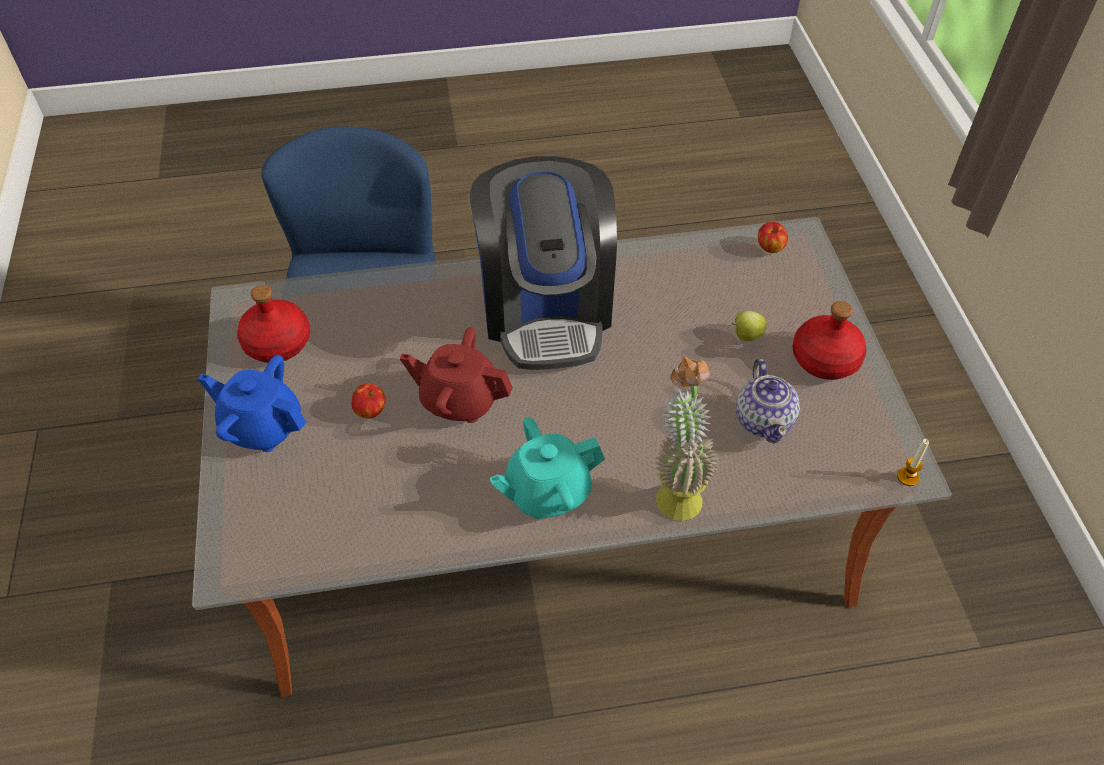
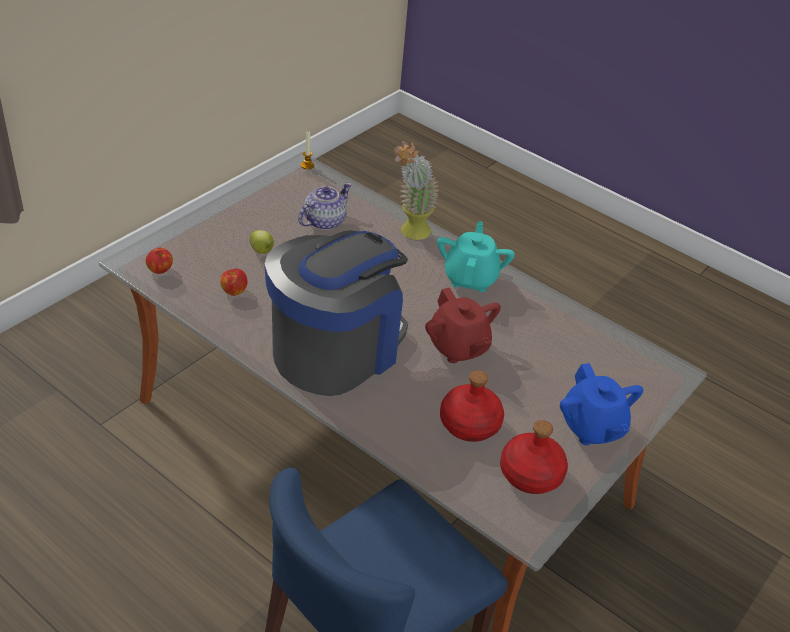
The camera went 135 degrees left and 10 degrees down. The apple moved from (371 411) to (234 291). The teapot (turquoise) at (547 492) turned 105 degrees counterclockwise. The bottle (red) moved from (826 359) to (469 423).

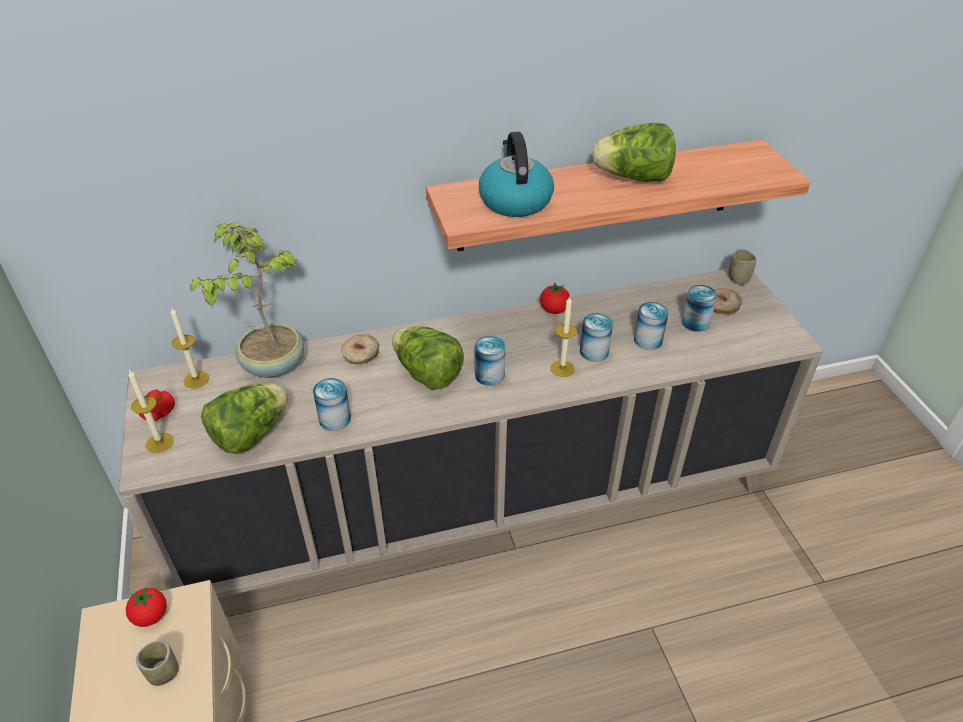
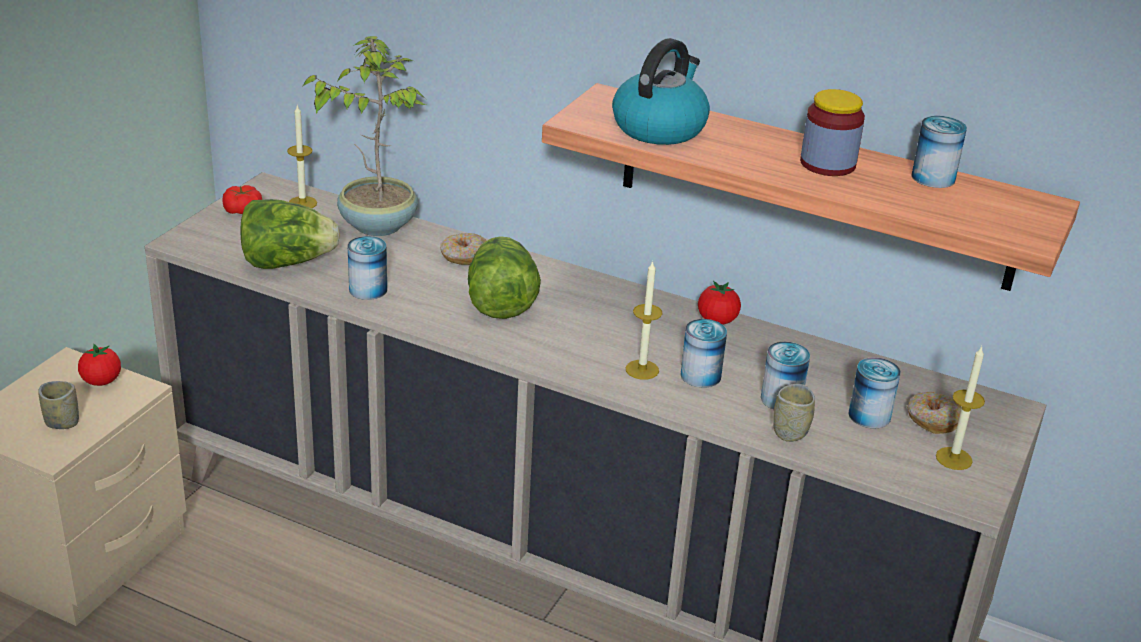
The camera went 40 degrees right and 10 degrees down. The cup moved from (738 279) to (790 432). The lettuce at (633 178) was replaced by the jar at (827 164). The can moved from (489 375) to (933 177). The candle moved from (159 442) to (954 458).

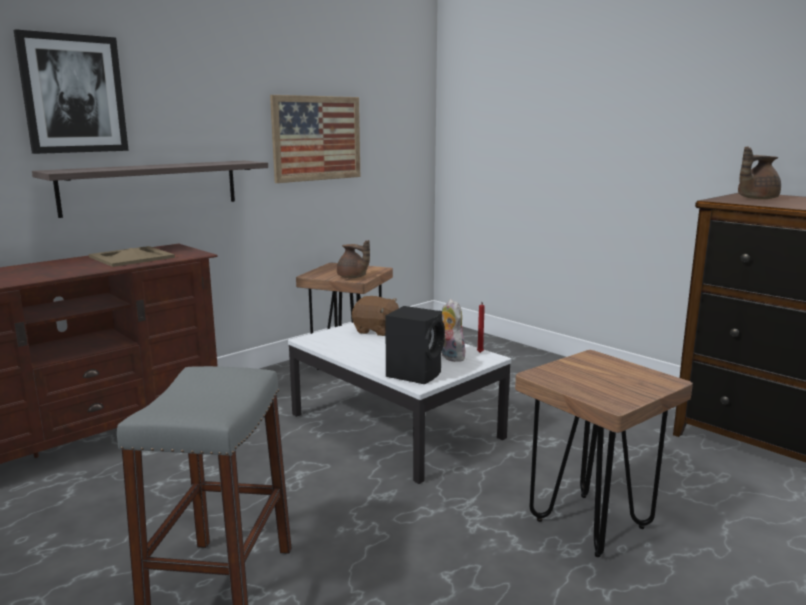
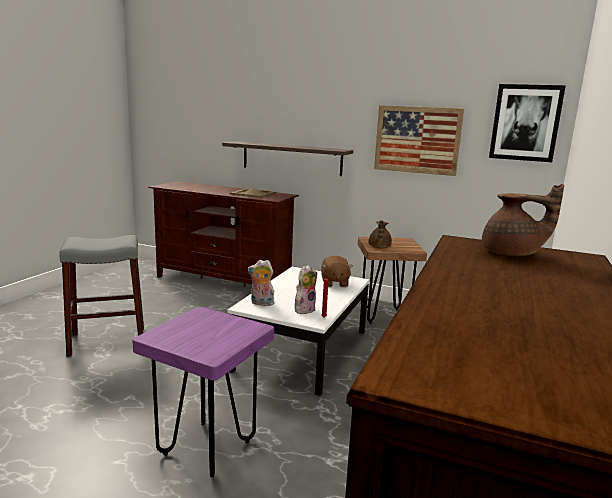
The camera went 65 degrees right and 0 degrees up. The stool (brown) at (590 523) became the stool (purple) at (207 448). The speaker (black) at (415 374) was replaced by the plush toy at (261 303). The teapot (brown) at (755 198) turned 150 degrees clockwise. The picture moved from (73 94) to (525 123).

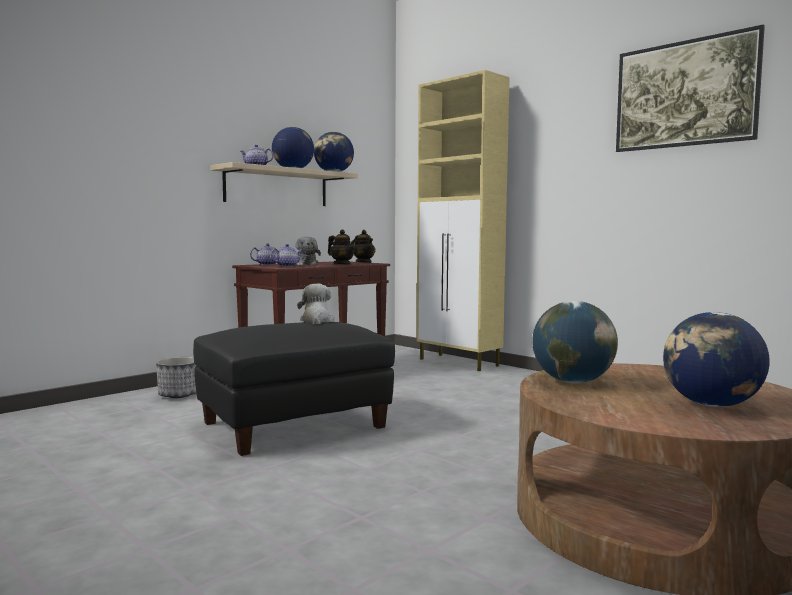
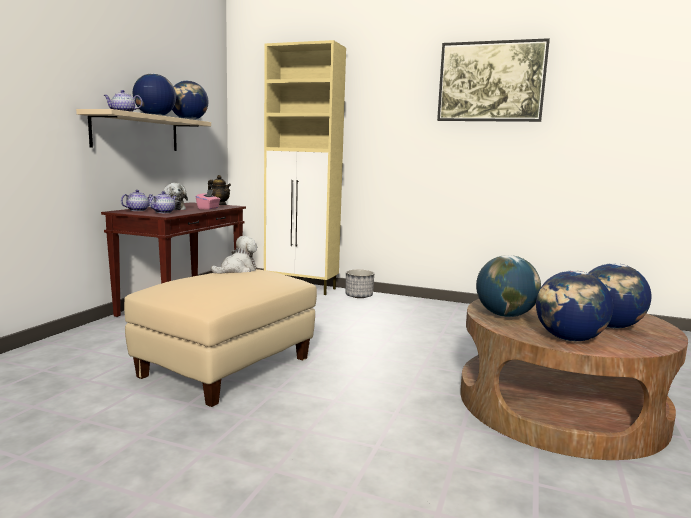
The camera went 25 degrees left and 5 degrees up. The ottoman (black) at (294 425) became the ottoman (beige) at (227 367). The teapot at (342 264) was replaced by the tissue box (pink) at (208 208). The plush toy at (316 321) turned 75 degrees clockwise. The planter moved from (179 395) to (359 296). The globe at (569 339) appeared.

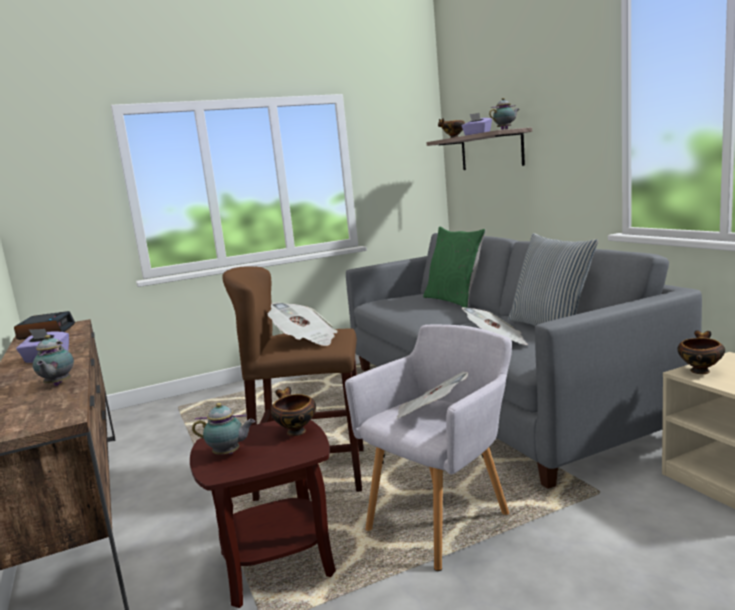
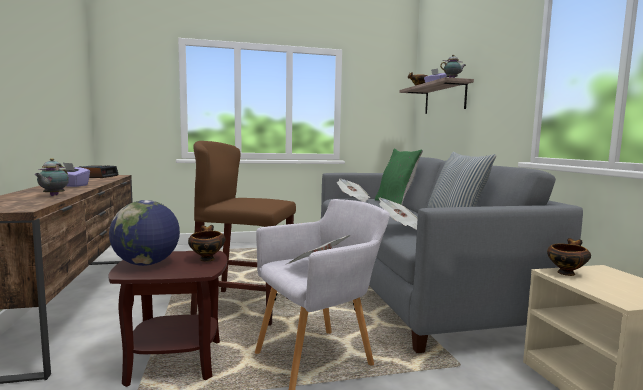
The camera went 10 degrees right and 5 degrees down. The teapot at (228 454) was replaced by the globe at (146 264). The newspaper moved from (305 341) to (353 199).

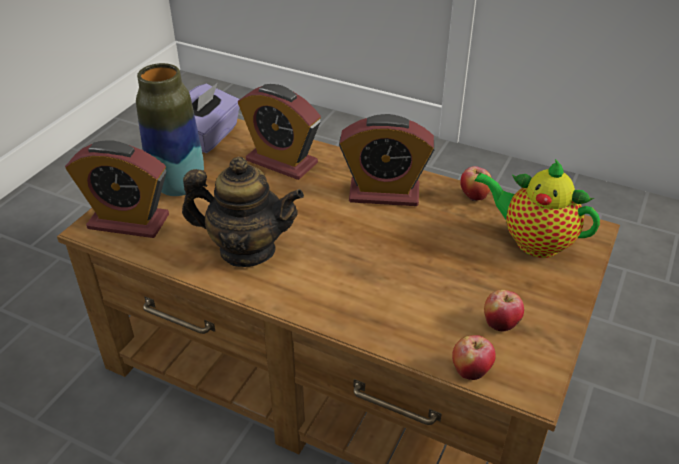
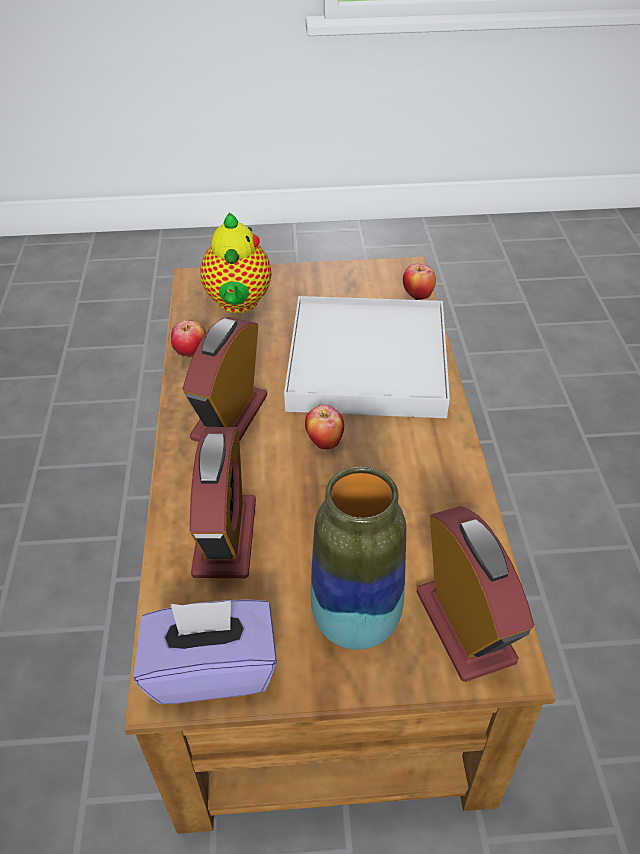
The camera went 120 degrees left and 5 degrees up. The alarm clock at (384 193) turned 135 degrees counterclockwise. The tray (white) at (367 363) appeared. The apple moved from (500 324) to (324 442). The teapot at (247 250) disappeared.

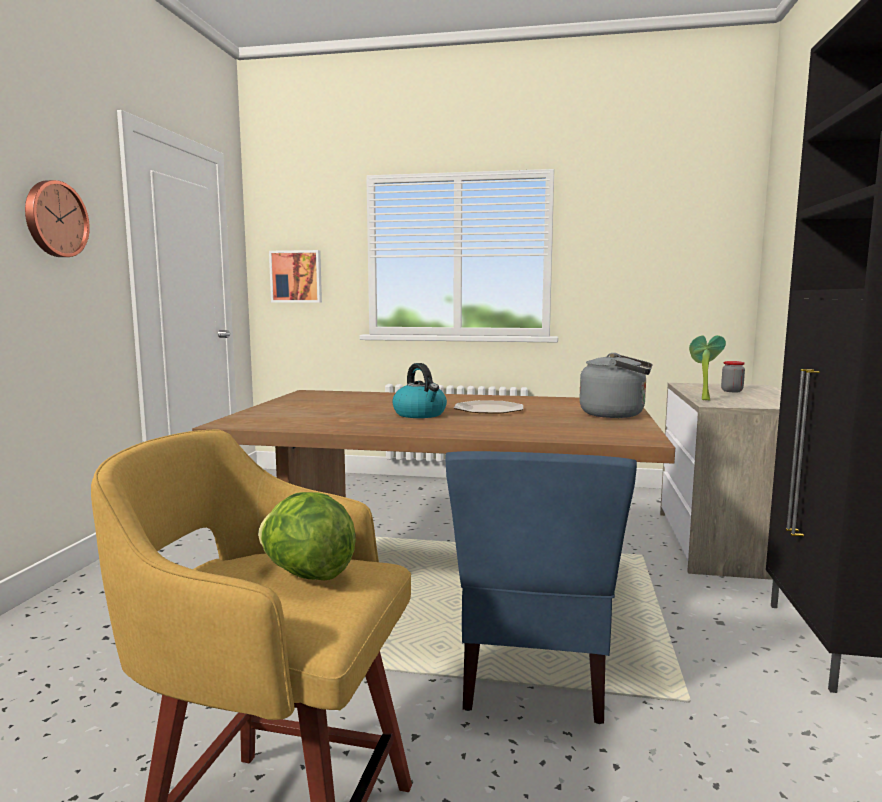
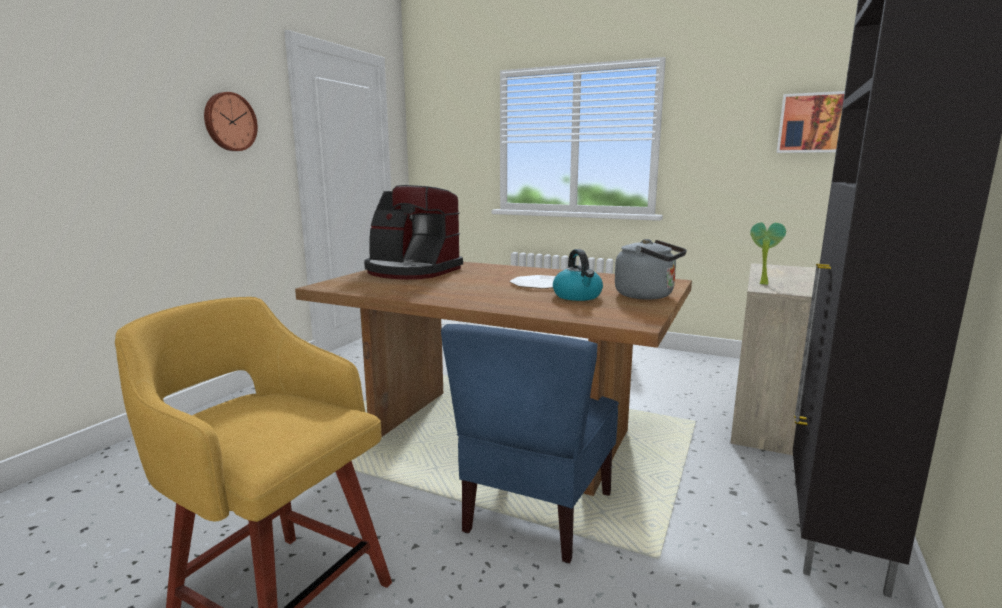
The camera went 15 degrees right and 5 degrees up. The coffee machine at (411 271) appeared. The kettle moved from (420 414) to (578 296). The picture moved from (296 276) to (811 123). The lettuce at (306 574) disappeared. The jar at (731 391) disappeared.

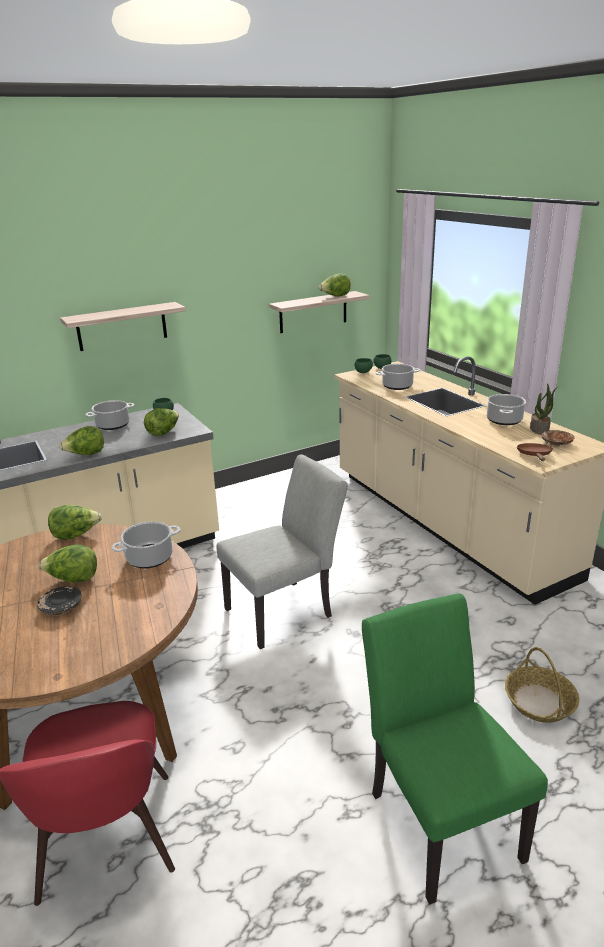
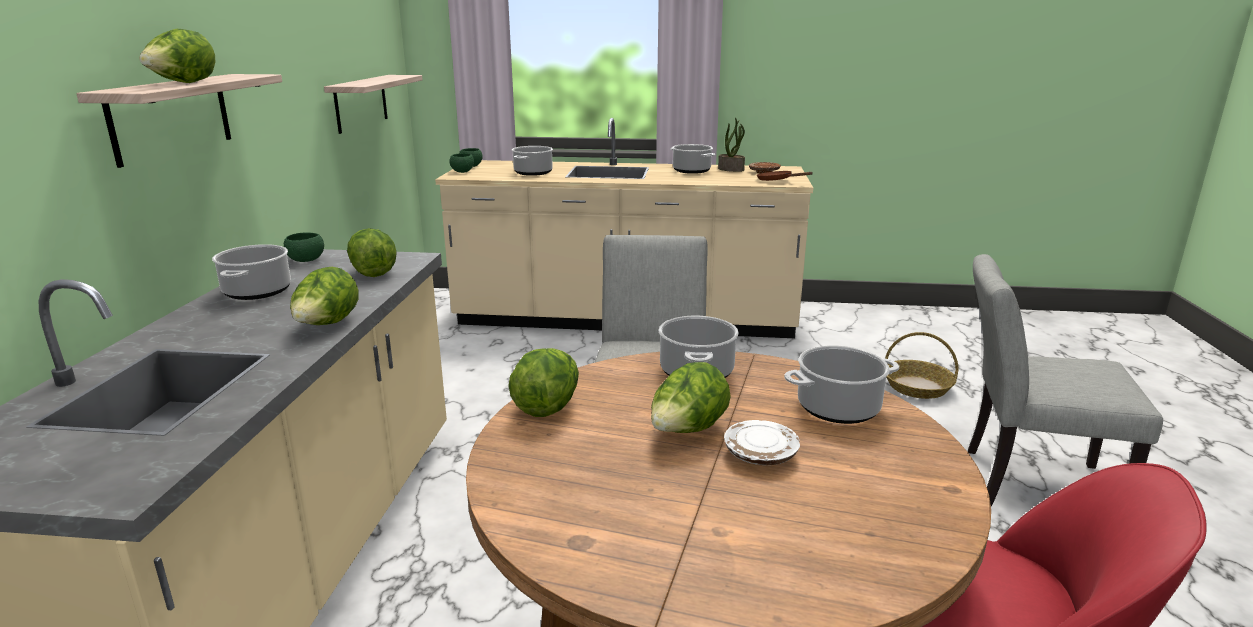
The camera went 55 degrees left and 5 degrees down. The lettuce moved from (335 296) to (183 83). The plate (black) at (61 607) became the plate (white) at (761 454). The cooking pot at (837 408) appeared. The chair (green) at (438 815) became the chair (grey) at (1026 483).

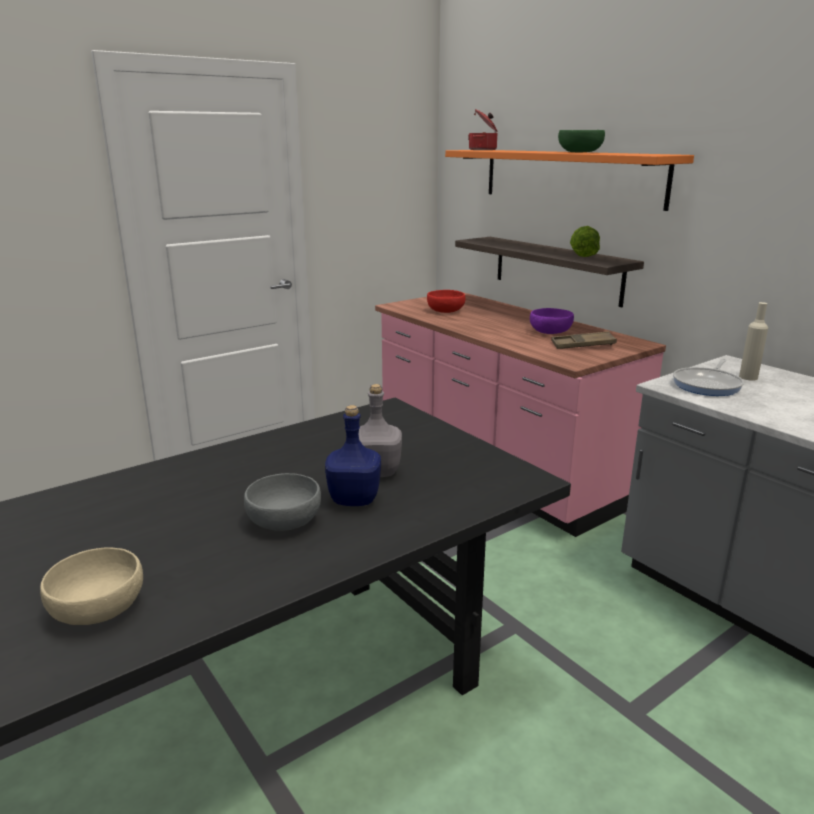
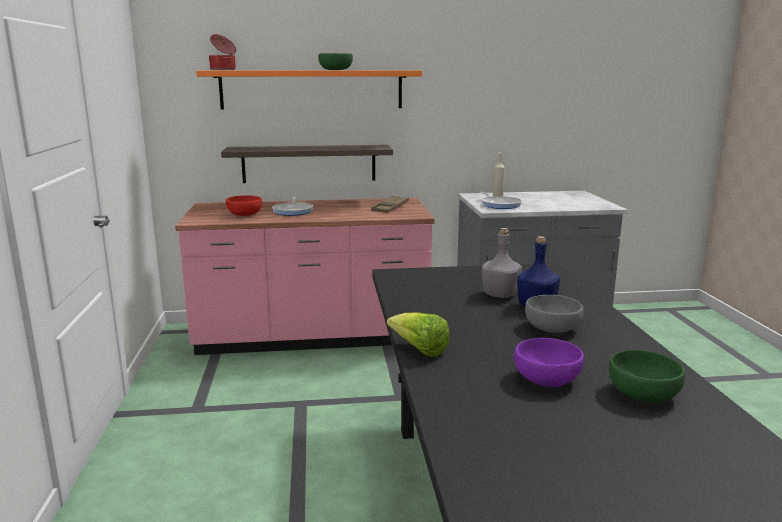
The camera went 60 degrees left and 5 degrees down. The frying pan at (293 211) appeared. The lettuce moved from (583 255) to (419 350). The bowl (purple) moved from (551 332) to (547 378). The bowl (beige) at (97 607) became the bowl (green) at (642 393).

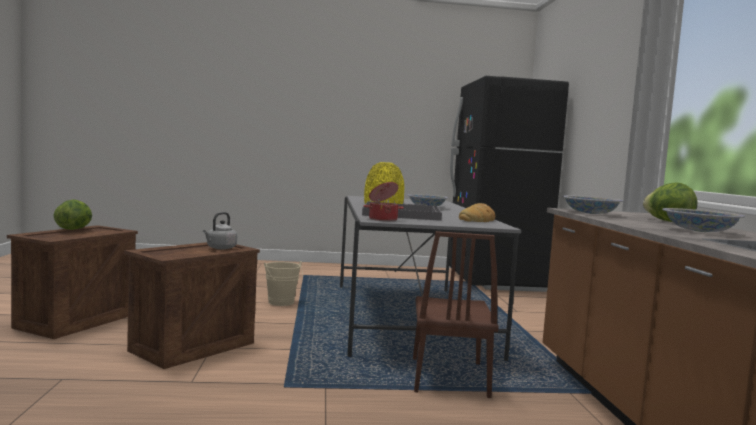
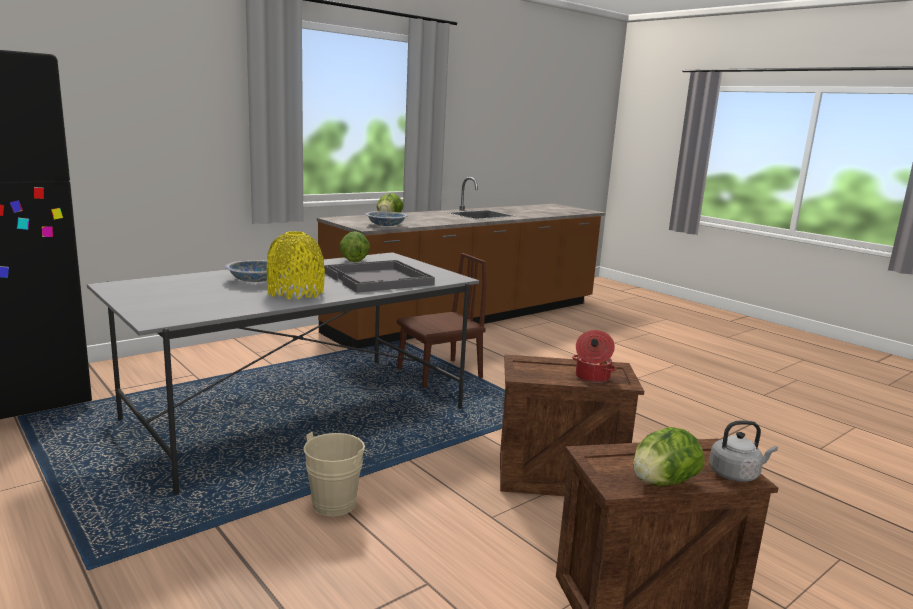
The camera went 125 degrees left and 10 degrees up. The bread at (477 220) was replaced by the lettuce at (354 261). The cooking pot moved from (382 219) to (591 377). The kettle (grey) moved from (220 248) to (736 474). The bowl at (699 231) disappeared.

